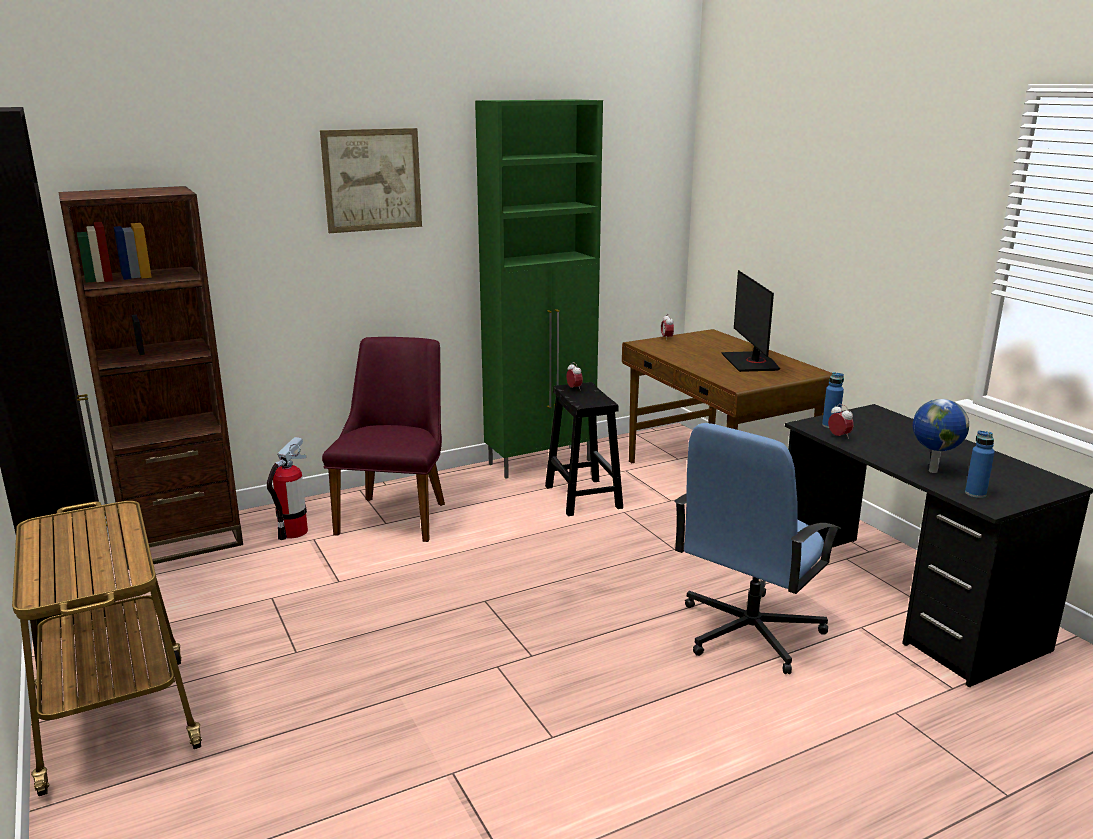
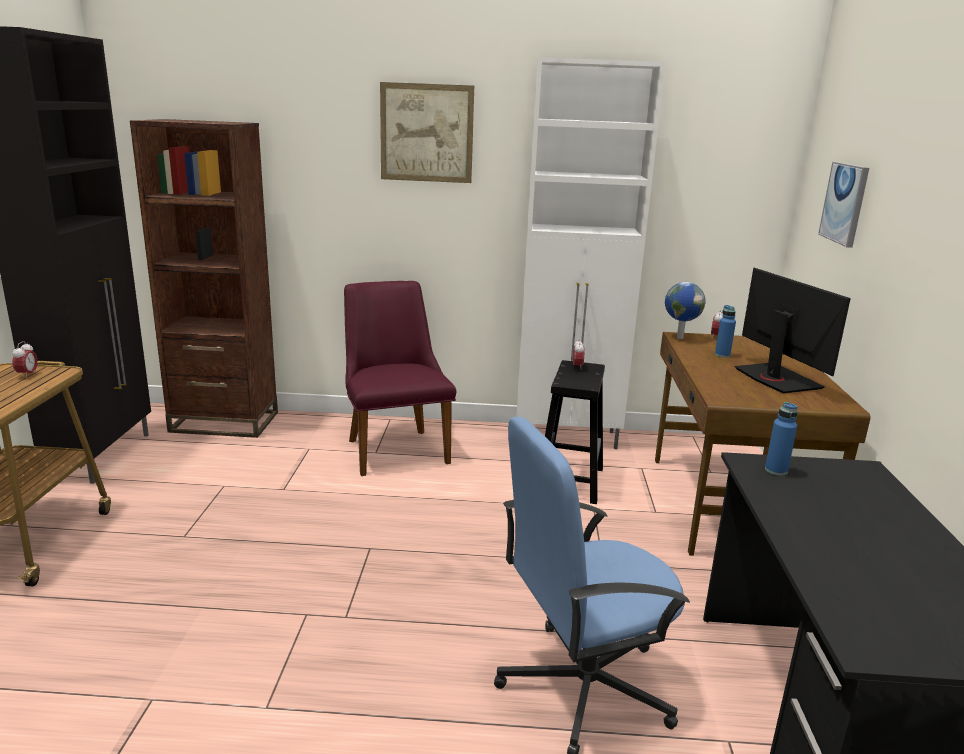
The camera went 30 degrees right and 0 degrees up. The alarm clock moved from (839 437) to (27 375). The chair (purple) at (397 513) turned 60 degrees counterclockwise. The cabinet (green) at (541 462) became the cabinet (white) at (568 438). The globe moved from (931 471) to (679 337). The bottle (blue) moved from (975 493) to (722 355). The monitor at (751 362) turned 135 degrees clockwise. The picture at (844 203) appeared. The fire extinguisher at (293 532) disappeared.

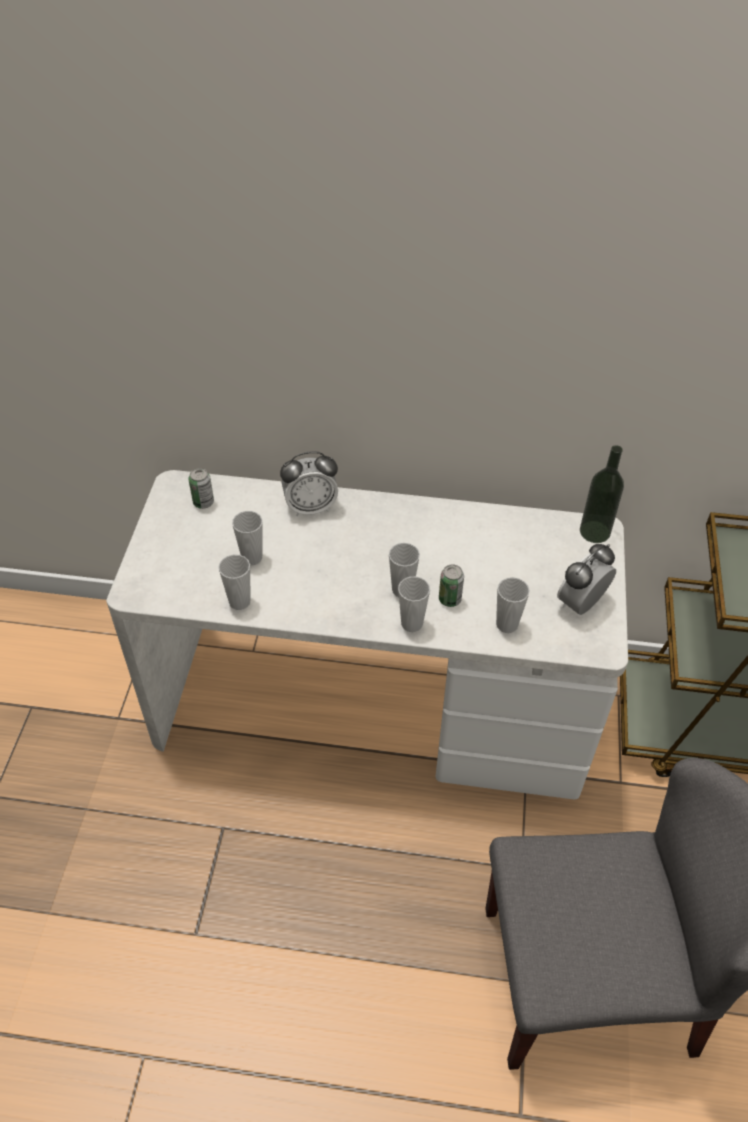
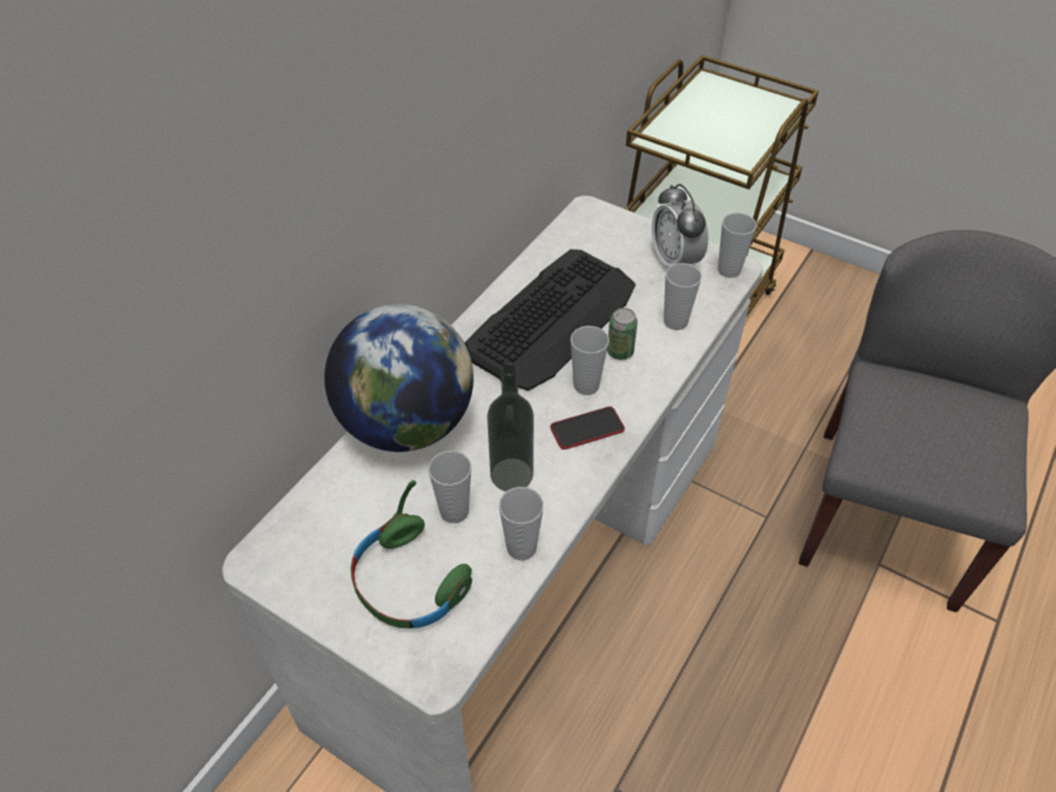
The camera went 65 degrees left and 0 degrees up. The alarm clock at (311 507) was replaced by the globe at (407 424). The headphones (green) at (409 582) appeared. The keyboard at (552 319) appeared. The bottle moved from (594 532) to (511 475). The phone at (587 429) appeared. The cup moved from (411 623) to (729 270). The can at (203 502) disappeared.

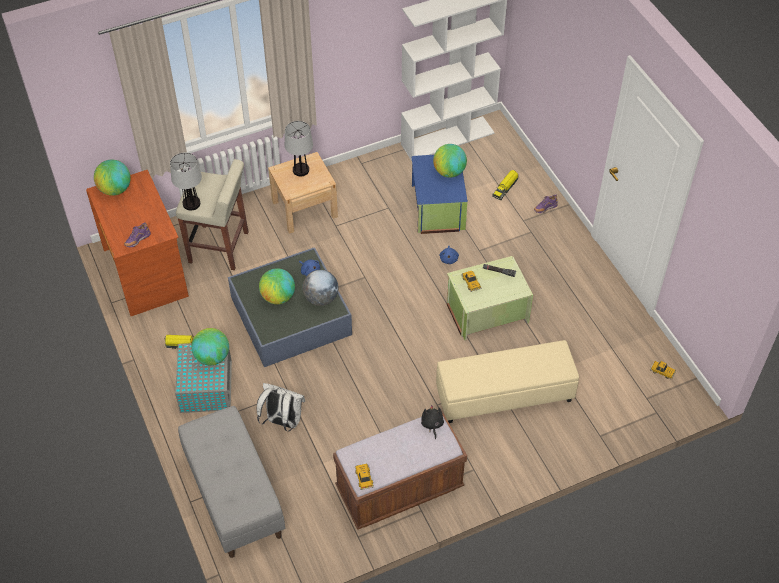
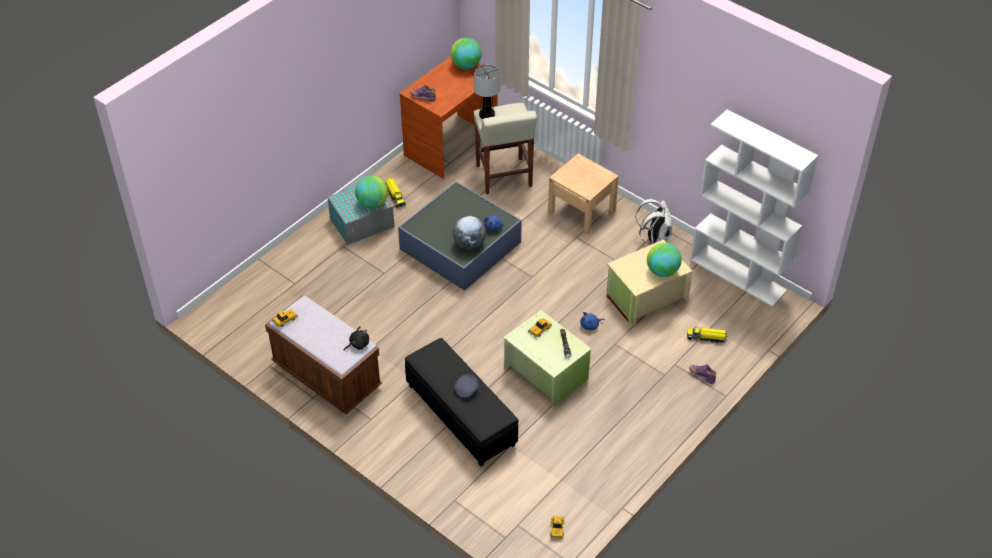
The camera went 65 degrees right and 5 degrees down. The ottoman (beige) at (504 395) became the ottoman (black) at (460 415). The cap (grey) at (466 389) appeared. The storage box (blue) at (437 208) became the storage box (beige) at (645 297). The backpack (white) moved from (282 421) to (654 240). The bench (grey) at (233 496) disappeared. The globe at (278 297) disappeared. The table lamp at (300 170) disappeared.

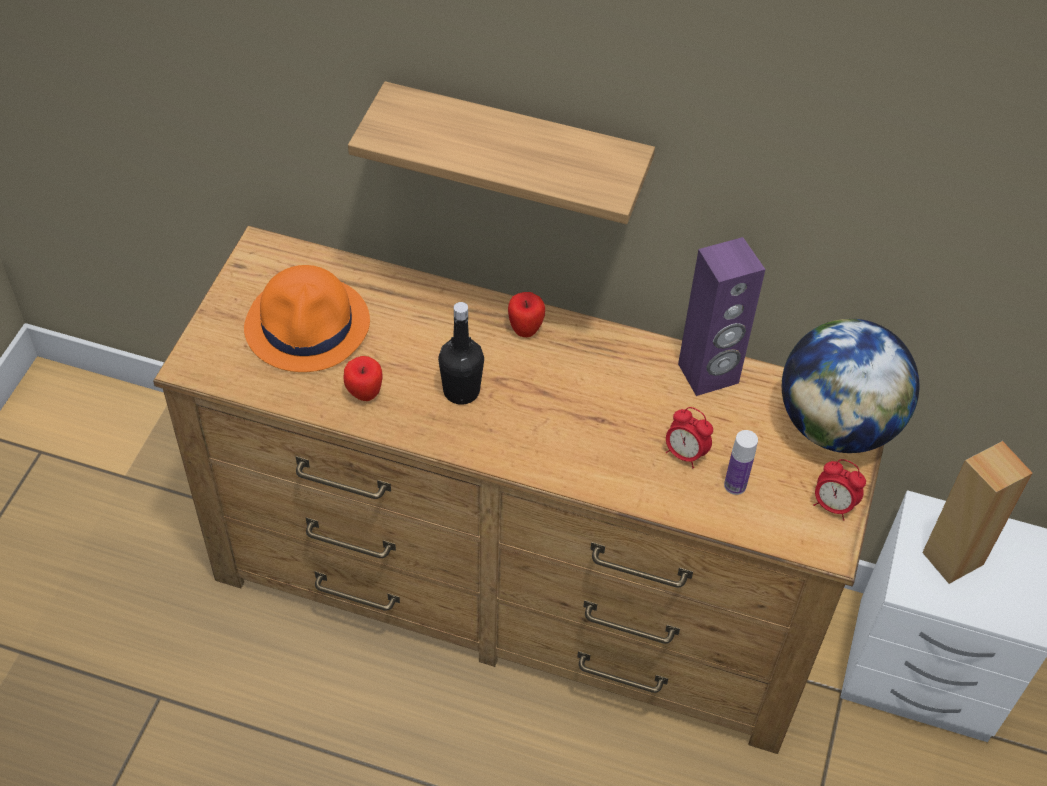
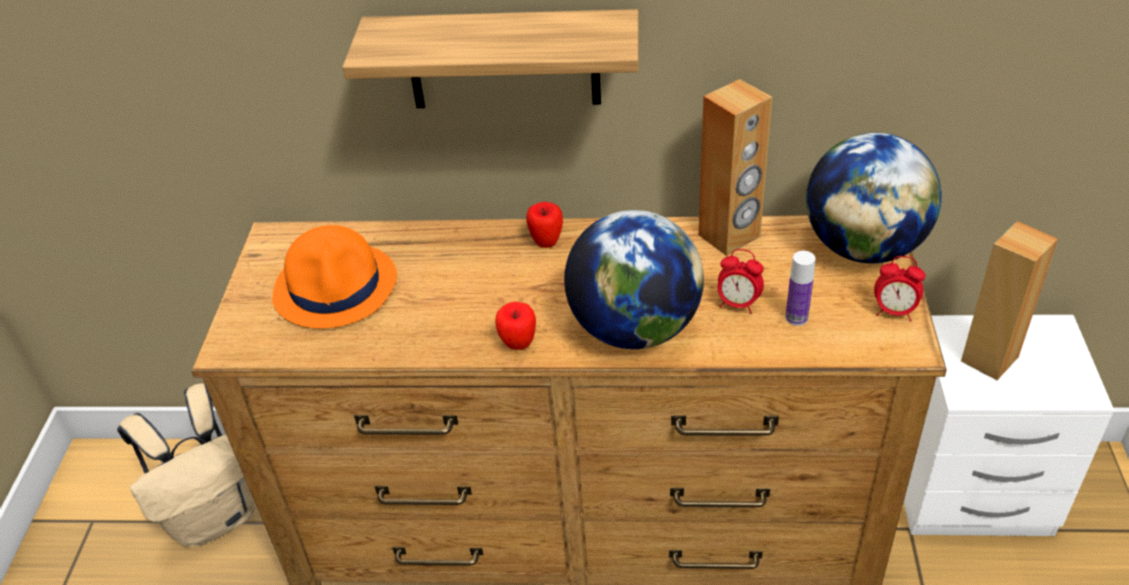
The camera went 10 degrees left and 10 degrees down. The backpack (beige) at (216 515) appeared. The apple moved from (365 395) to (518 345). The globe at (634 329) appeared. The speaker (purple) at (708 374) became the speaker (brown) at (729 236). The bottle (black) at (461 391) disappeared.

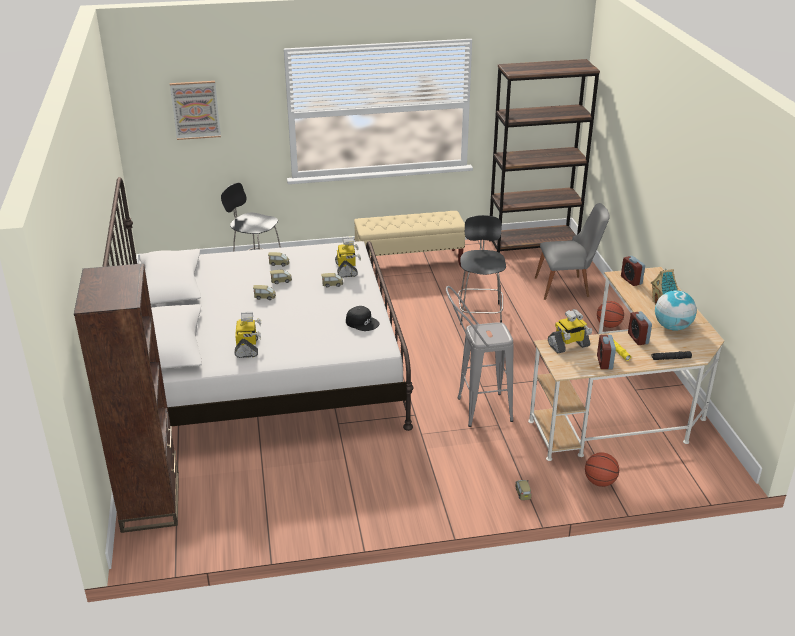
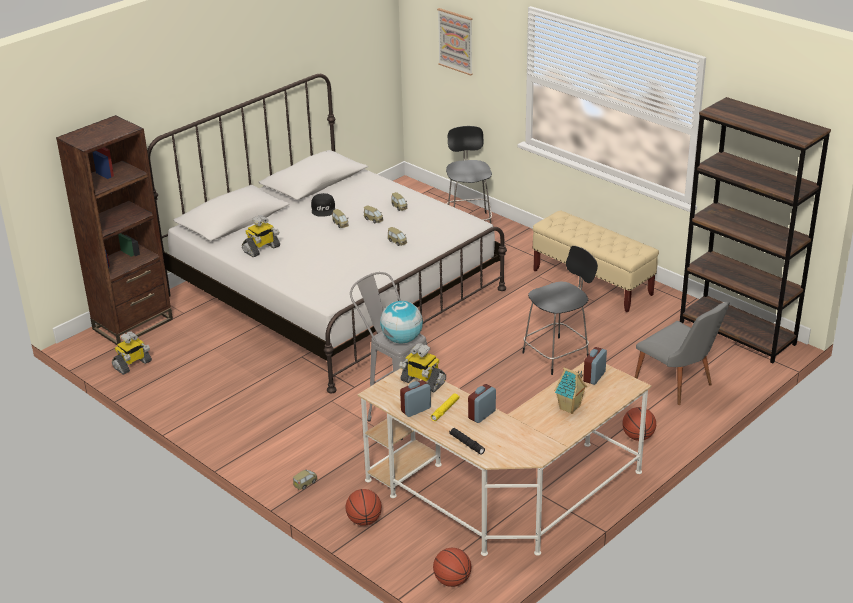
The camera went 55 degrees right and 0 degrees up. The toy robot moved from (347 269) to (132 365). The cap (black) moved from (362 322) to (323 209). The globe moved from (672 327) to (402 339). The basketball at (452 581) appeared.

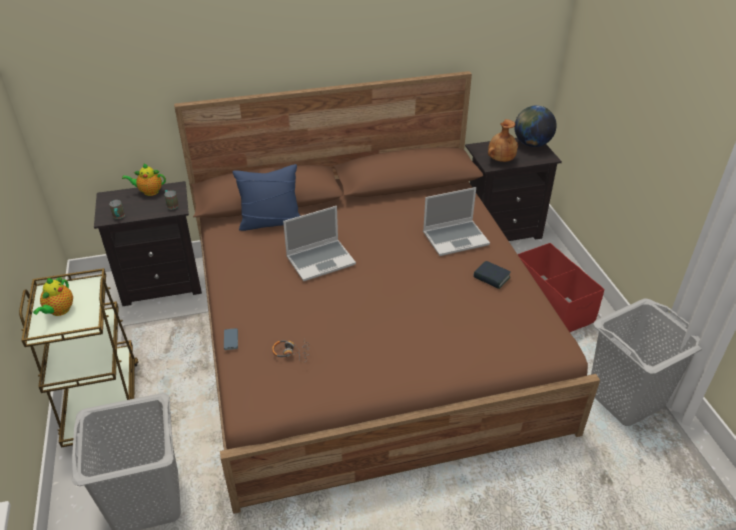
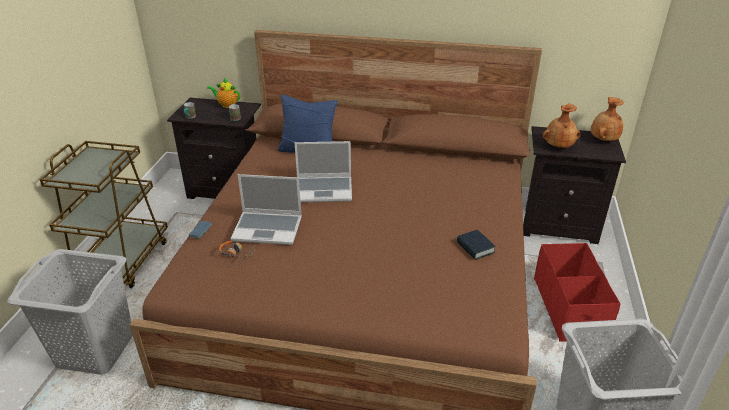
The camera went 25 degrees right and 5 degrees down. The laptop moved from (456 238) to (268 229). The globe at (531 144) was replaced by the vase (brown) at (603 139). The teapot at (59 311) disappeared.

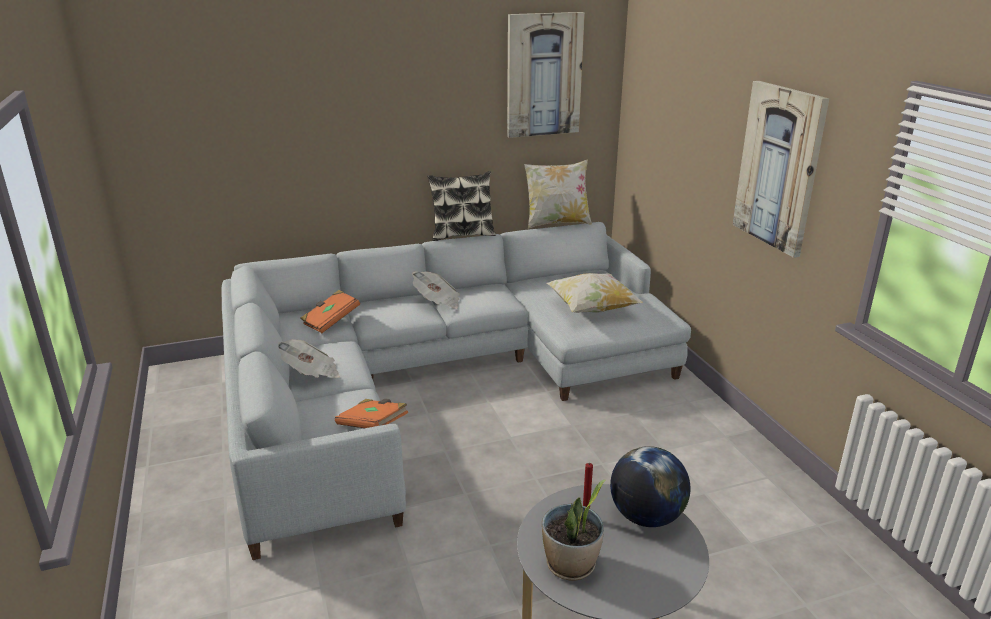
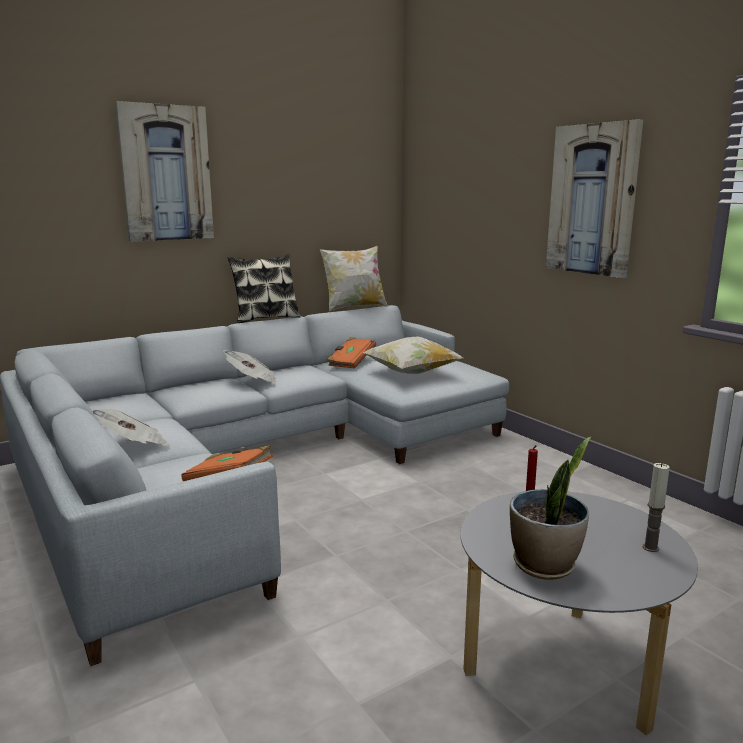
The camera went 15 degrees left and 10 degrees down. The picture moved from (543 75) to (166 173). The book (orange) moved from (331 321) to (351 362). The candle at (650 548) appeared. The globe at (646 517) disappeared.

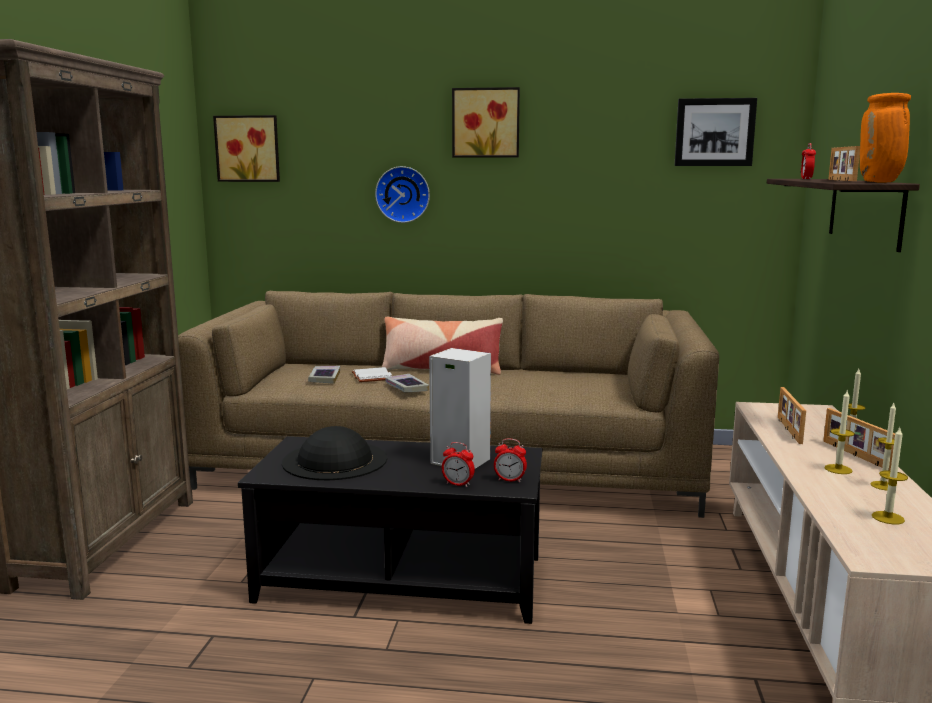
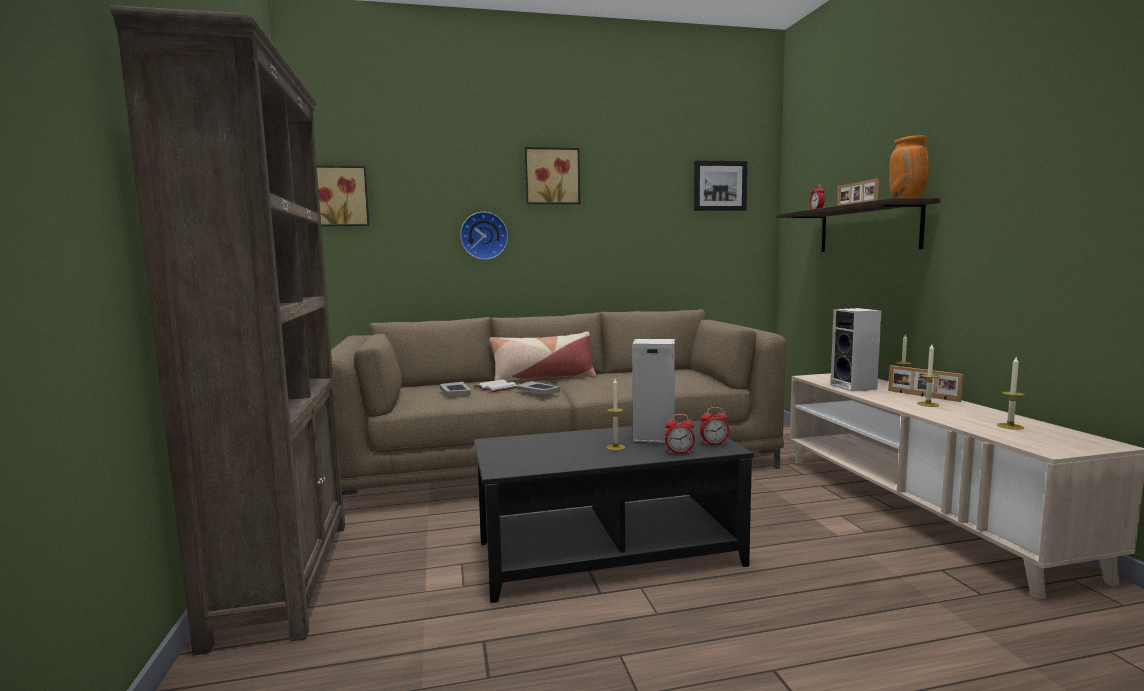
The camera went 20 degrees left and 5 degrees down. The candle moved from (883 486) to (615 447). The picture frame at (788 430) was replaced by the speaker at (855 387). The hat (black) at (335 460) disappeared.

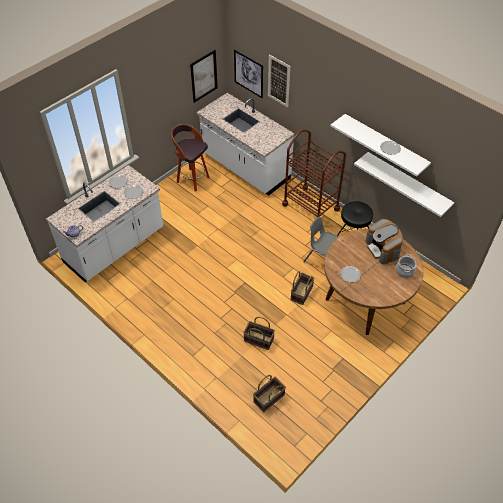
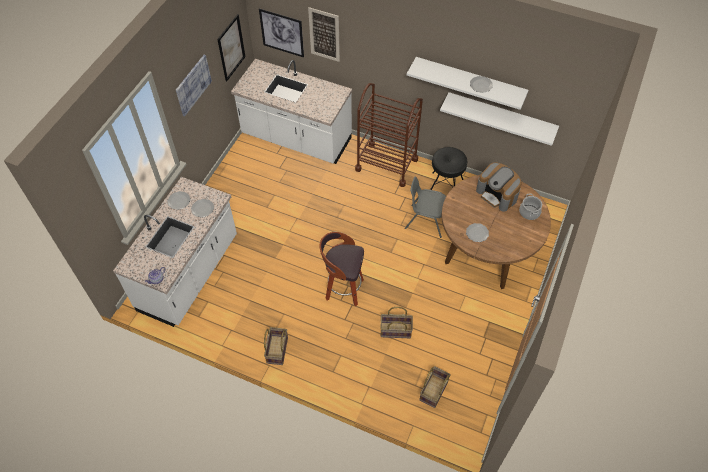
The camera went 20 degrees left and 5 degrees up. The picture at (193 85) appeared. The basket moved from (301 293) to (276 350). The stool moved from (192 179) to (343 289).

